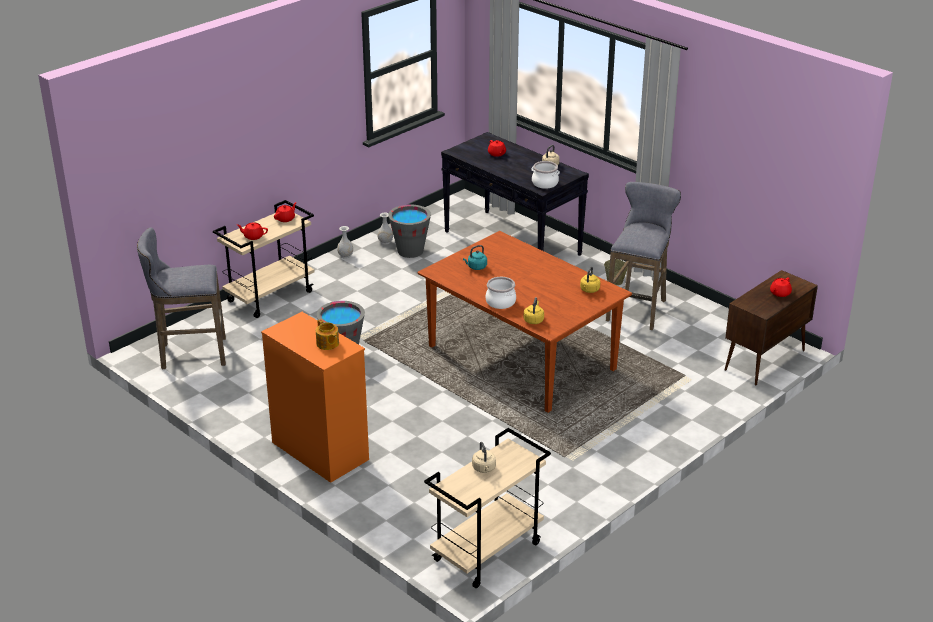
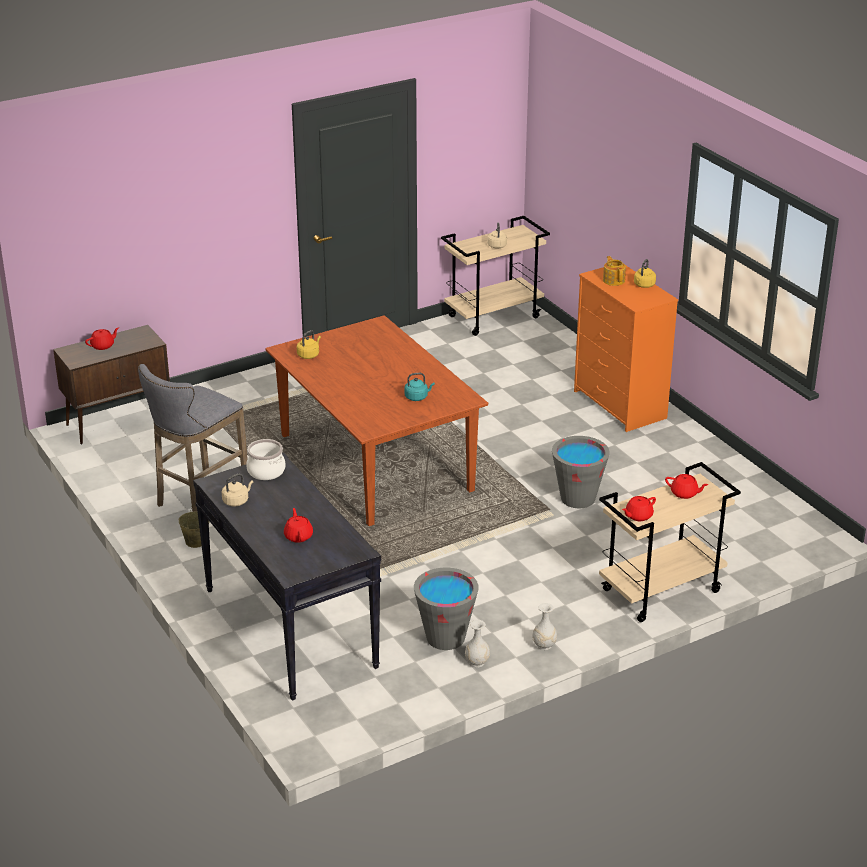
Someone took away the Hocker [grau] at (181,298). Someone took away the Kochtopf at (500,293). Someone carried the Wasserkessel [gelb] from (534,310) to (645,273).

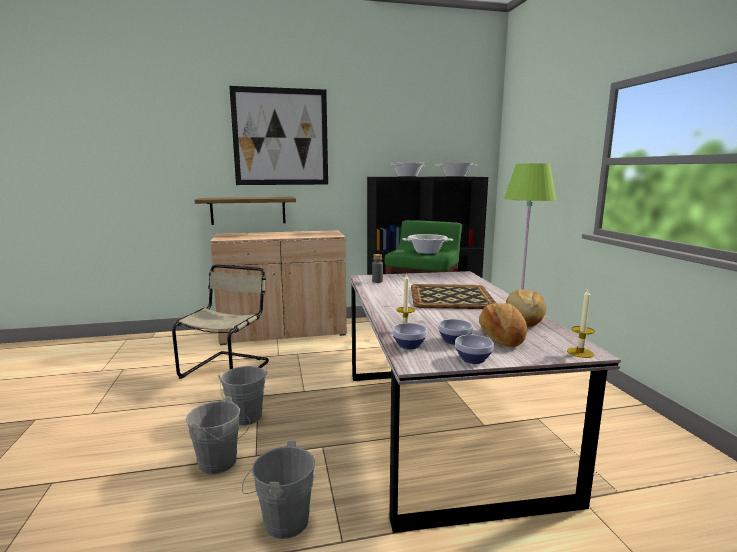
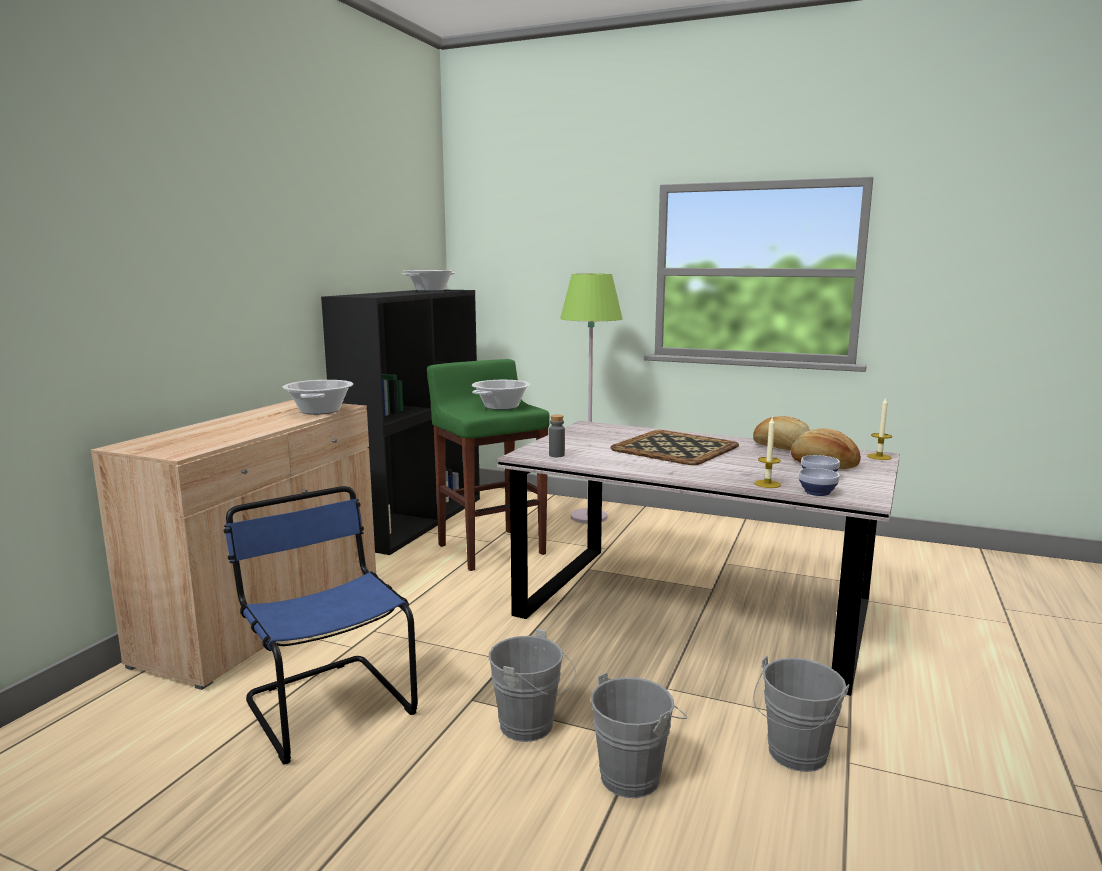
Someone took away the Wandregal at (245,211). Someone took away the Bild at (278,135). Someone took away the Schüssel at (474,349). Someone carried the Kochtopf from (407,170) to (318,397). Someone repainted the Stuhl [beige] at (220,322), which became the Stuhl [blau] at (321,625).

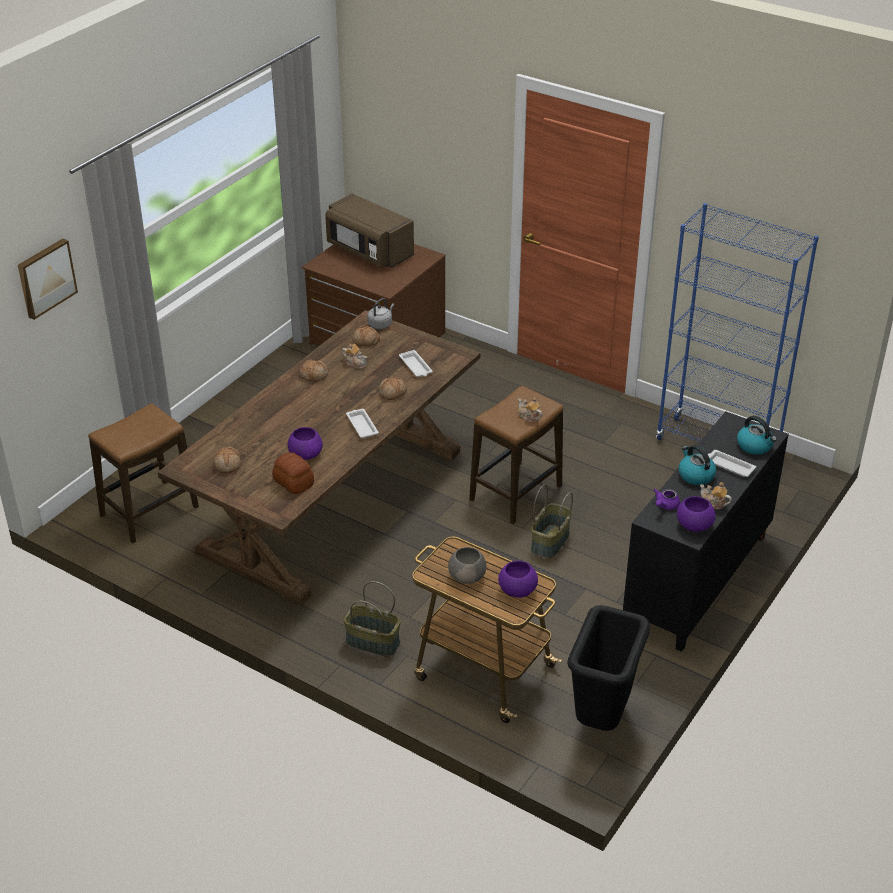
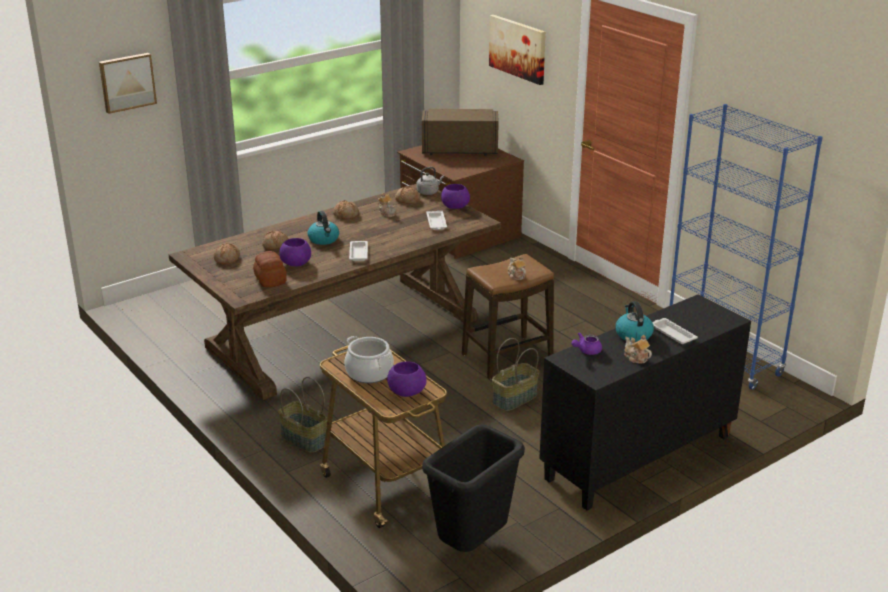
Someone took away the Hocker at (144,473). Someone put up the Bild at (517,50). Someone carried the Brot from (393,388) to (275,240). Someone carried the Schüssel [lila] from (696,514) to (455,196). Someone carried the Wasserkessel from (757,435) to (323,228). Someone swapped the Schüssel [grau] at (467,565) for the Kochtopf at (369,359). Someone rotated the Mikrowelle [braun] at (369,231) by 120 degrees clockwise.

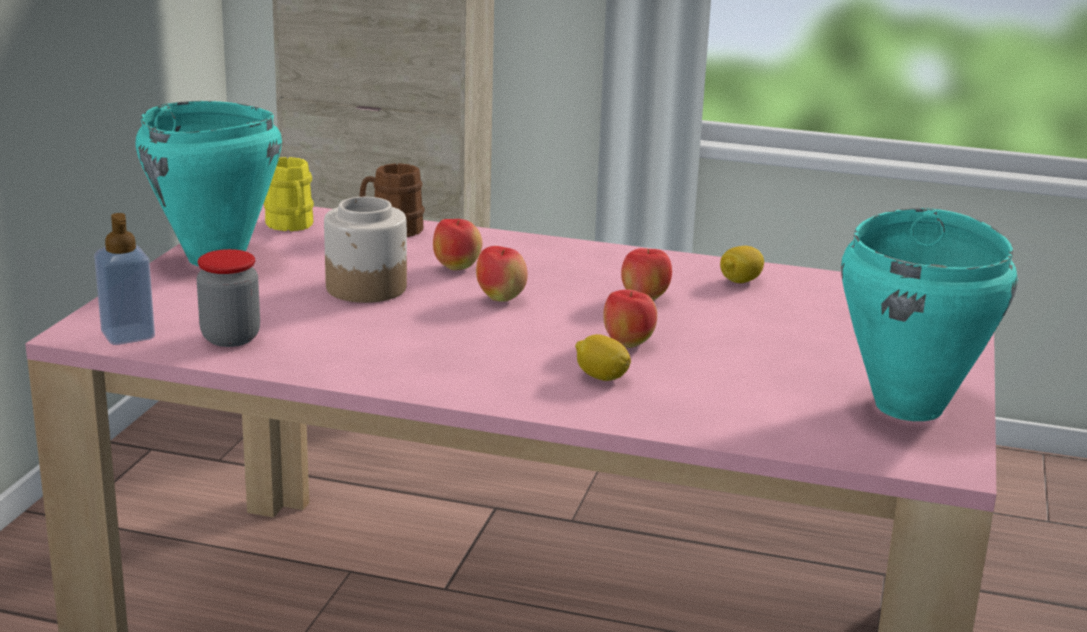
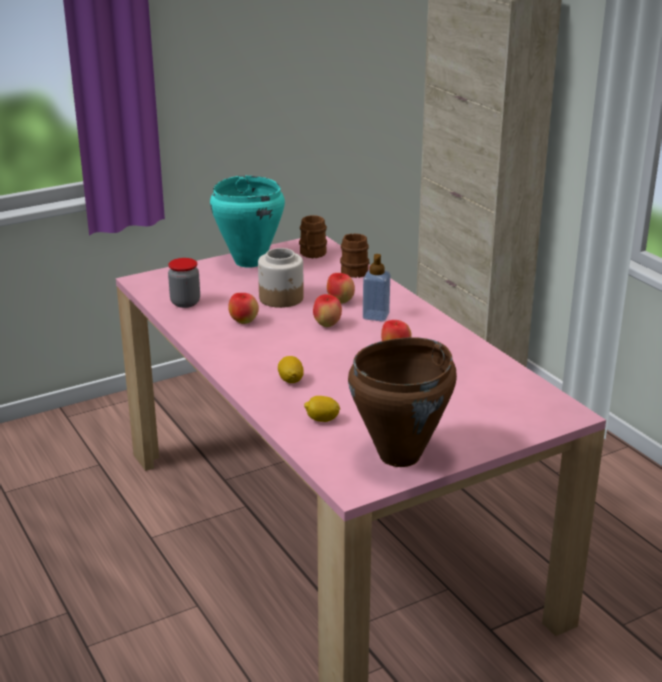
Someone carried the Seifenspender from (124,279) to (376,287). Someone carried the Apfel from (630,319) to (243,308). Someone carried the Zitrone from (742,264) to (322,409). Someone repainted the Henkelbecher [gelb] at (289,194), which became the Henkelbecher [braun] at (313,236). Someone repainted the Kochtopf [türkis] at (929,314), which became the Kochtopf [braun] at (402,402).

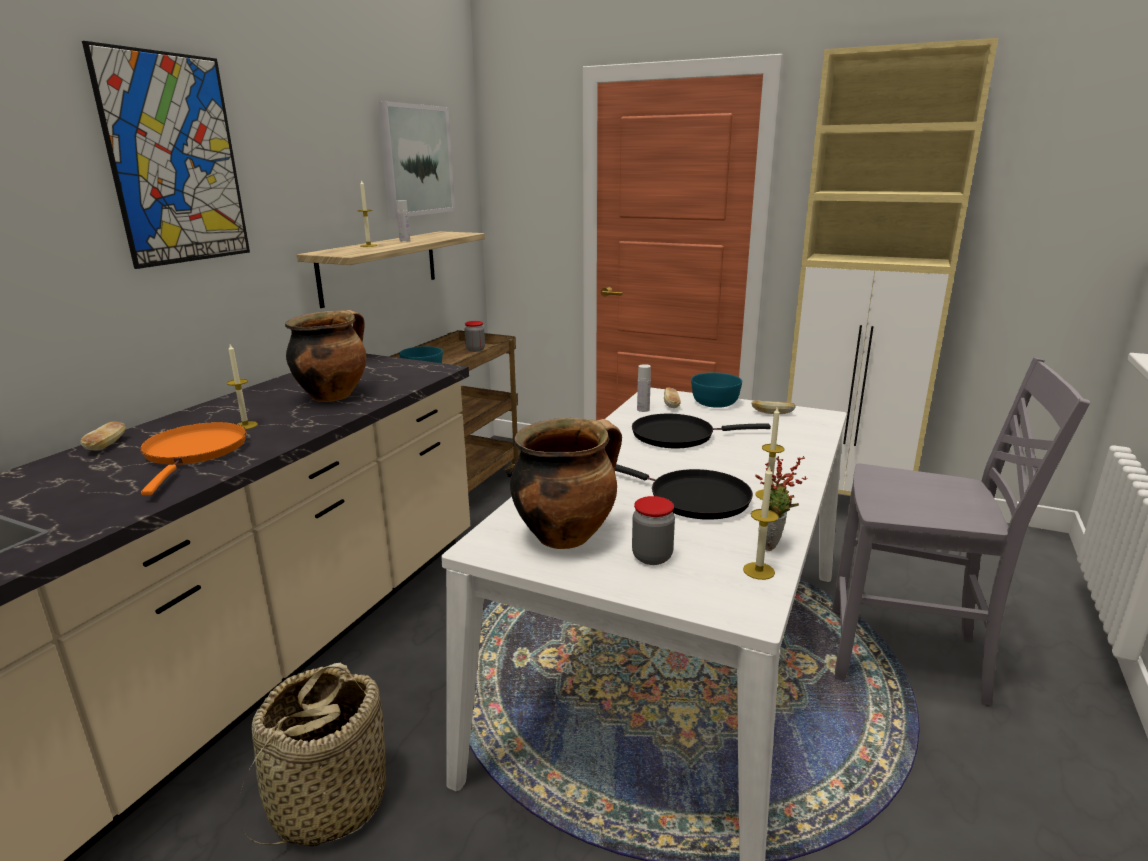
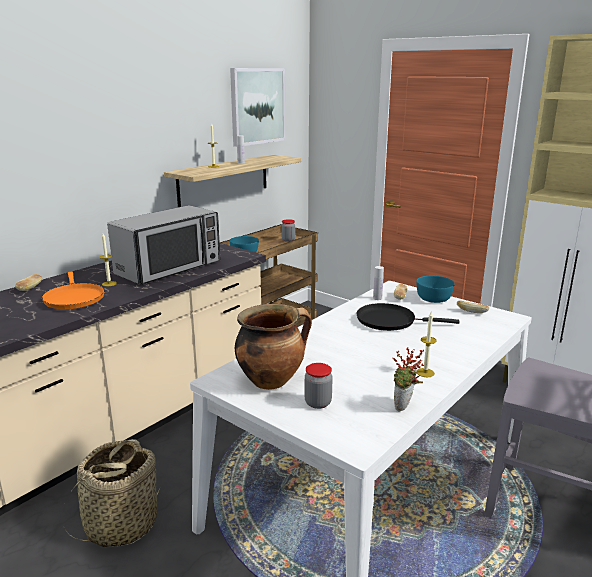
Someone took away the Bild at (166,155). Someone took away the Pfanne [schwarz] at (684,492). Someone took away the Kerze at (761,522). Someone swapped the Kochtopf at (325,356) for the Mikrowelle at (163,245). Someone rotated the Pfanne [orange] at (193,459) by 150 degrees clockwise.

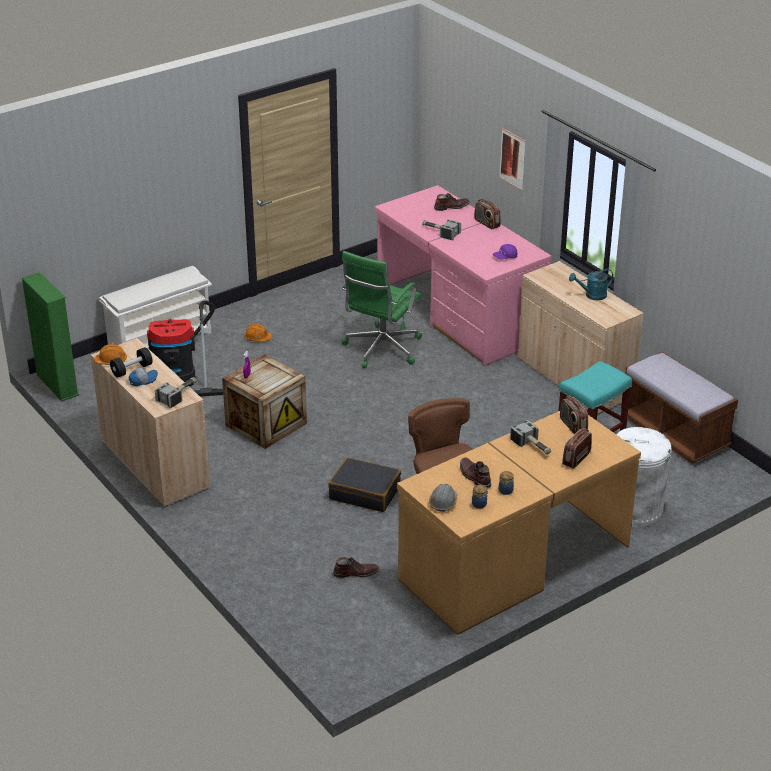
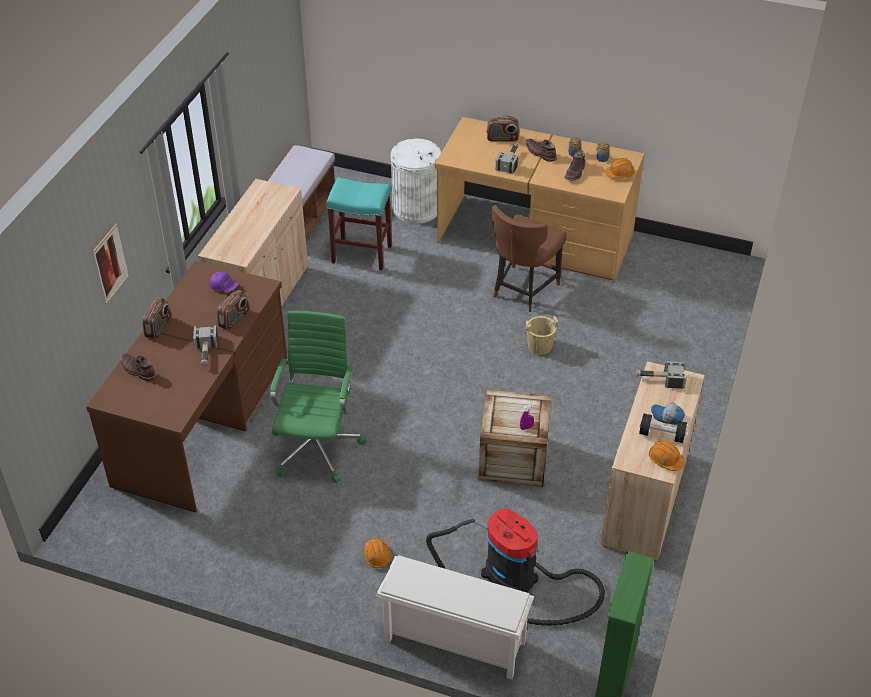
Someone took away the Gießkanne [türkis] at (591,284). Someone carried the Stiefel [braun] from (356,567) to (541,150). Someone carried the Radio from (574,415) to (233,310). Someone swapped the Koffer [schwarz] at (365,485) for the Eimer [beige] at (541,335). Someone repainted the Schreibtisch [rosa] at (463,275), which became the Schreibtisch [braun] at (187,386). Someone repainted the Schutzhelm [grau] at (443,498), which became the Schutzhelm [orange] at (620,168). Someone rotated the Bürostuhl [grün] at (381,309) by 75 degrees counterclockwise.

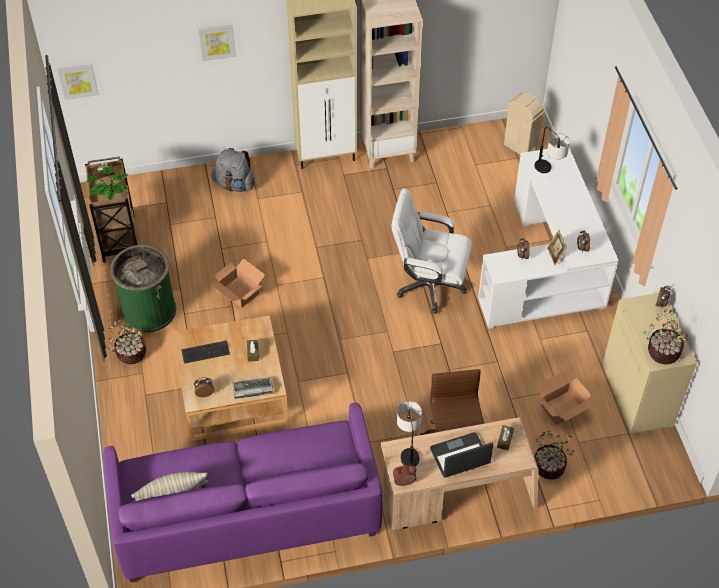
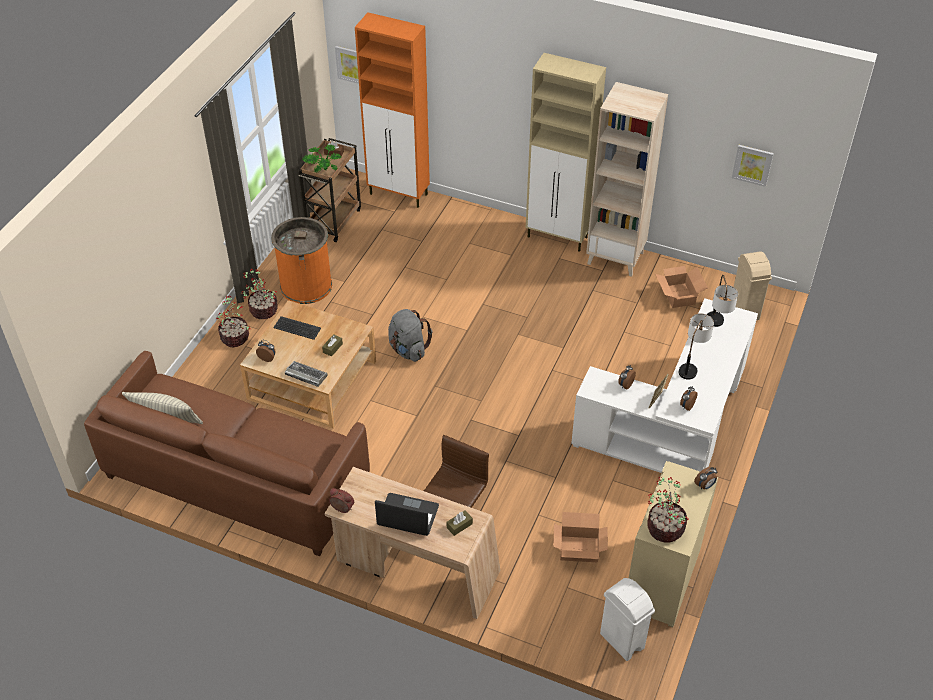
Someone took away the Bürostuhl [weiß] at (431,251). Someone put down the Schrank [orange] at (392,110). Someone put down the Mülleimer [weiß] at (627,619). Someone carried the Bild from (217,43) to (753,166). Someone carried the Rucksack [grau] from (233,170) to (410,335). Someone carried the Karton from (238,283) to (681,287). Someone carried the Tischlampe from (409,433) to (696,346). Someone carried the Topfpflanze from (554,455) to (233,322). Someone repainted the Sofa [lila] at (243,492), which became the Sofa [braun] at (227,453). Someone repainted the Mülleimer [grün] at (143,289), which became the Mülleimer [orange] at (301,260).

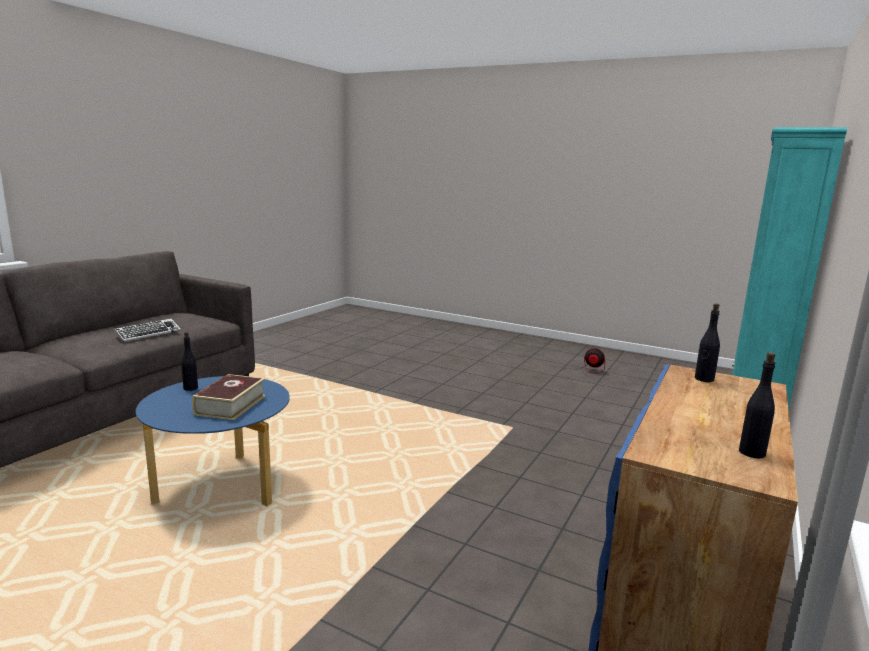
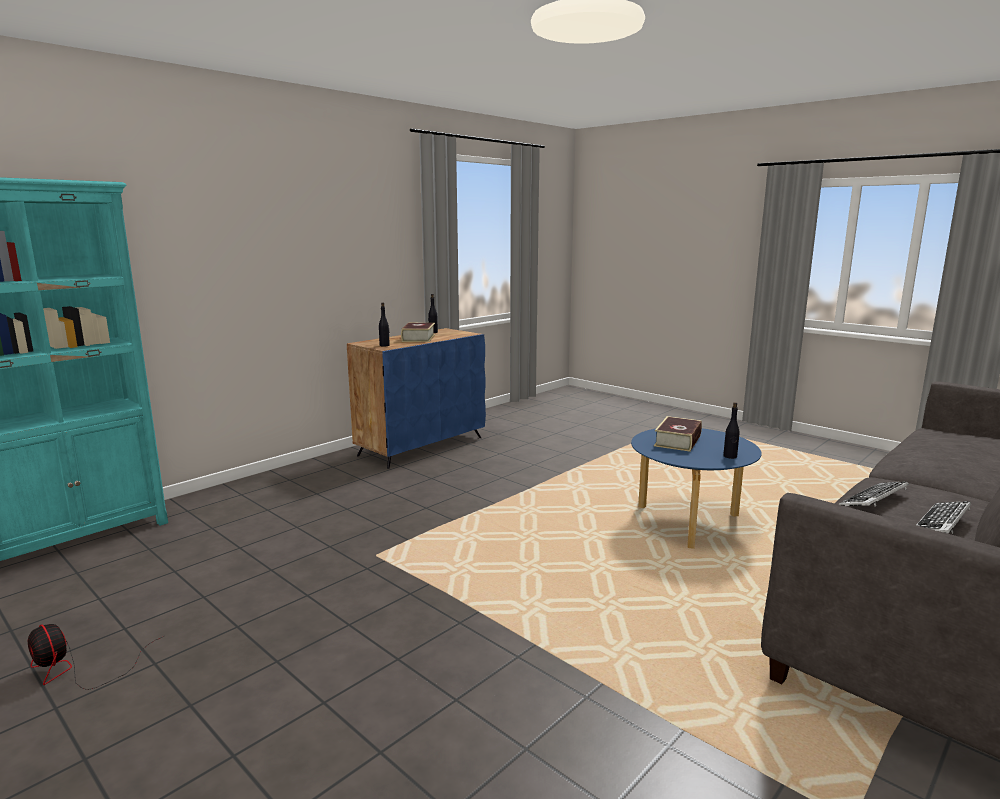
Someone put down the Buch at (418,332). Someone put down the Tastatur at (943,517).

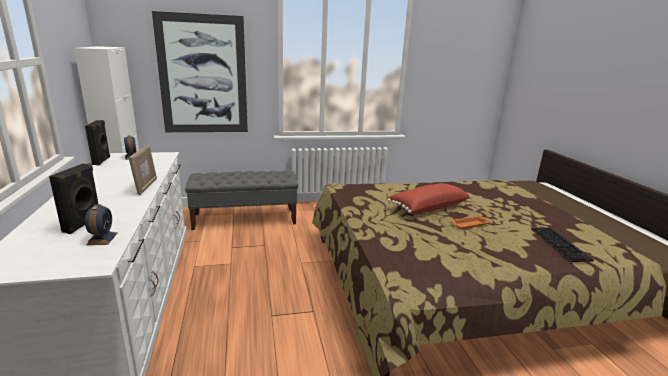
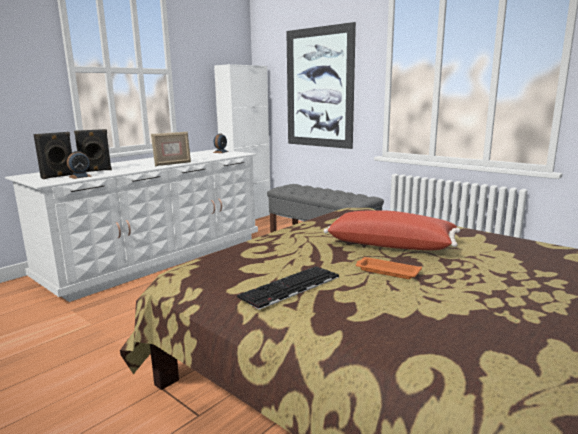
Someone carried the Lautsprecher [schwarz] from (97,143) to (53,155). Someone carried the Tastatur from (562,244) to (288,288).

